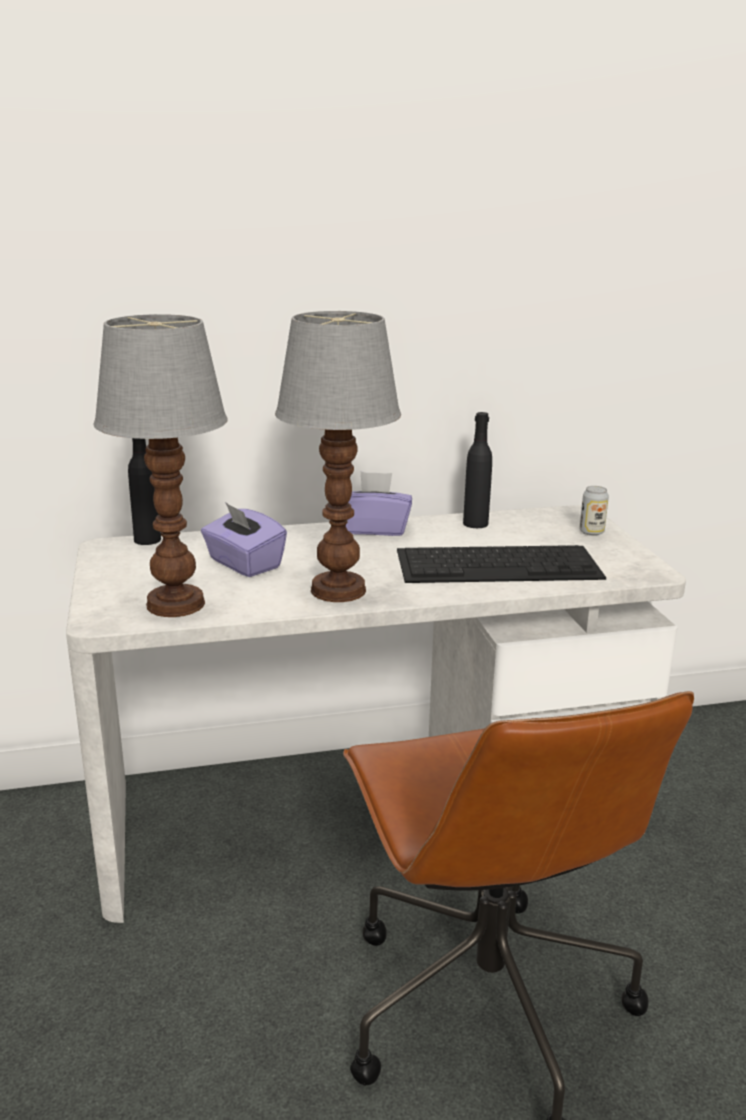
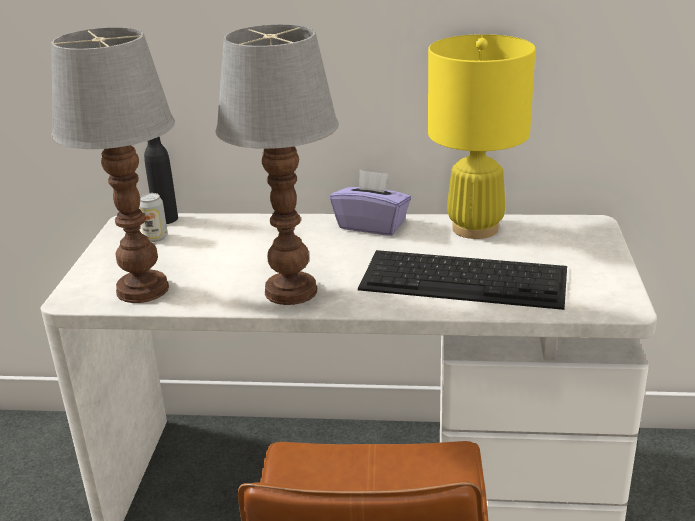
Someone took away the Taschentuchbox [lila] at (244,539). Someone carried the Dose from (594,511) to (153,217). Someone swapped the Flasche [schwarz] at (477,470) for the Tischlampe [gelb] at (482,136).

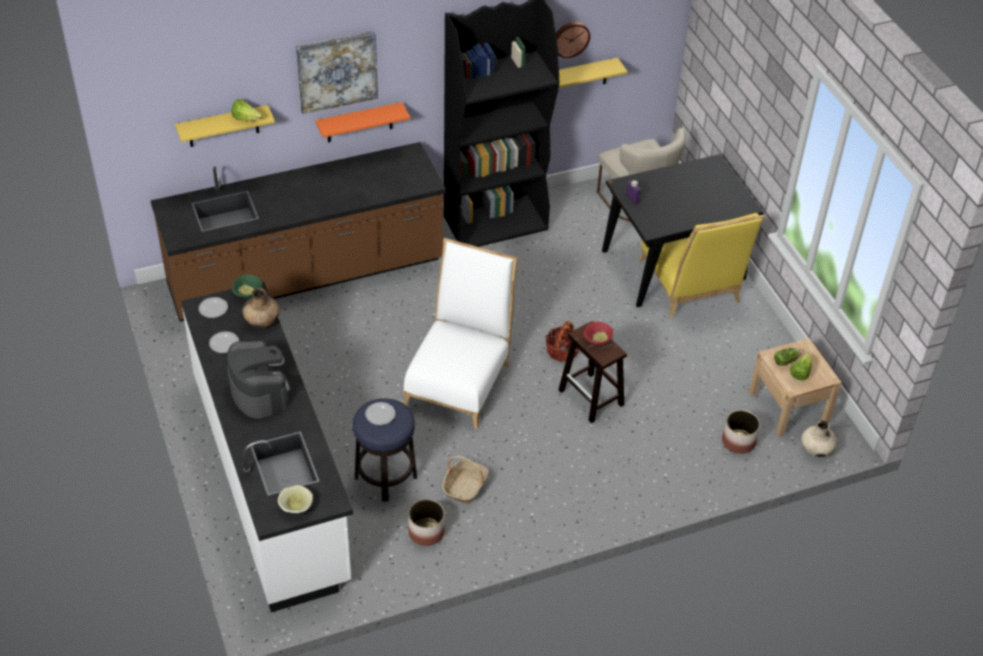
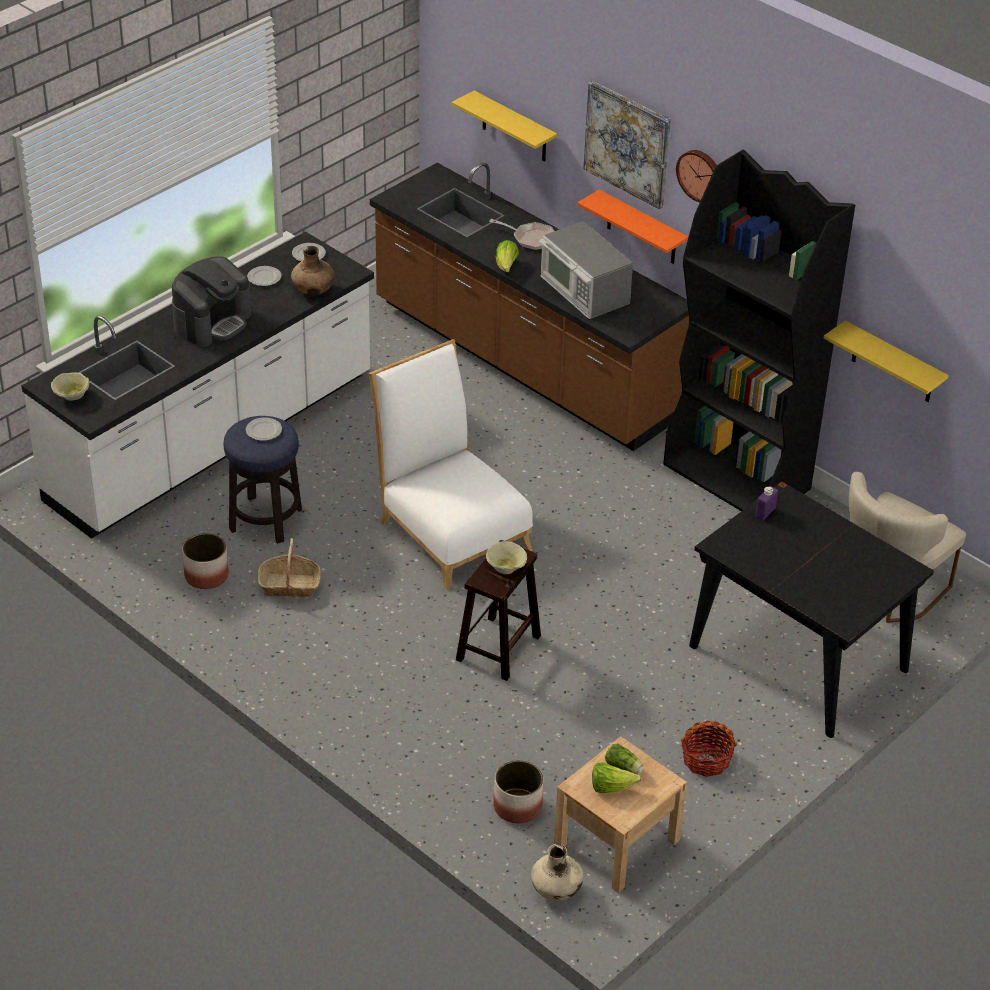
Someone took away the Schüssel [grün] at (247,286). Someone took away the Stuhl [gelb] at (701,265). Someone put down the Pfanne at (521,234). Someone put down the Mikrowelle at (586,270). Someone carried the Salatkopf from (247,110) to (507,256). Someone carried the Korb from (562,341) to (709,749). Someone carried the Wanduhr from (573,40) to (696,176). Someone repainted the Schüssel [rot] at (598,334), which became the Schüssel [beige] at (506,557). Someone rotated the Stuhl [weiß] at (460,333) by 120 degrees counterclockwise.

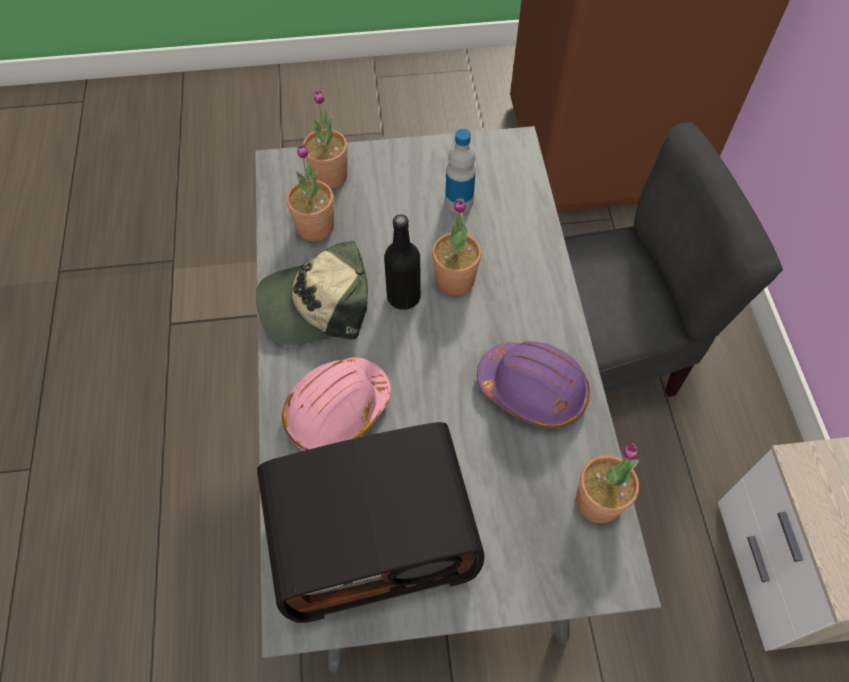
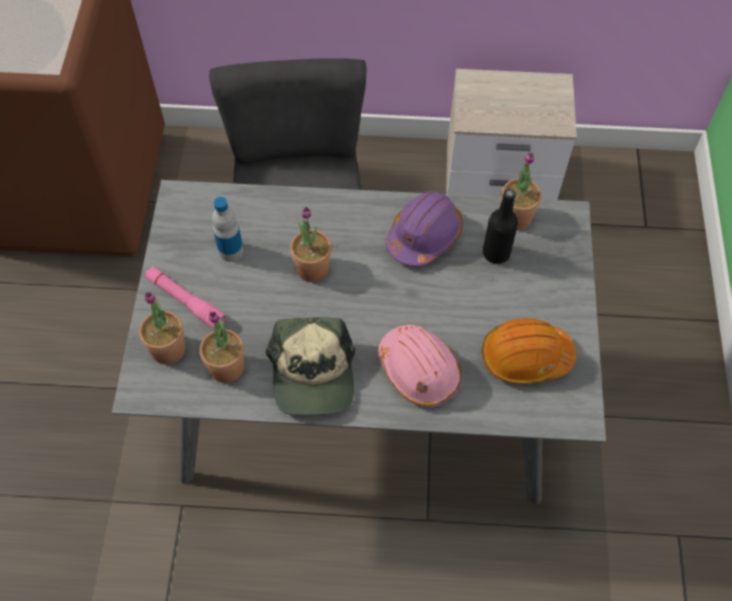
Someone put down the Taschenlampe [rosa] at (186,297). Someone carried the Flasche [schwarz] from (402,262) to (500,226). Someone swapped the Radio at (370,522) for the Schutzhelm [orange] at (529,351).

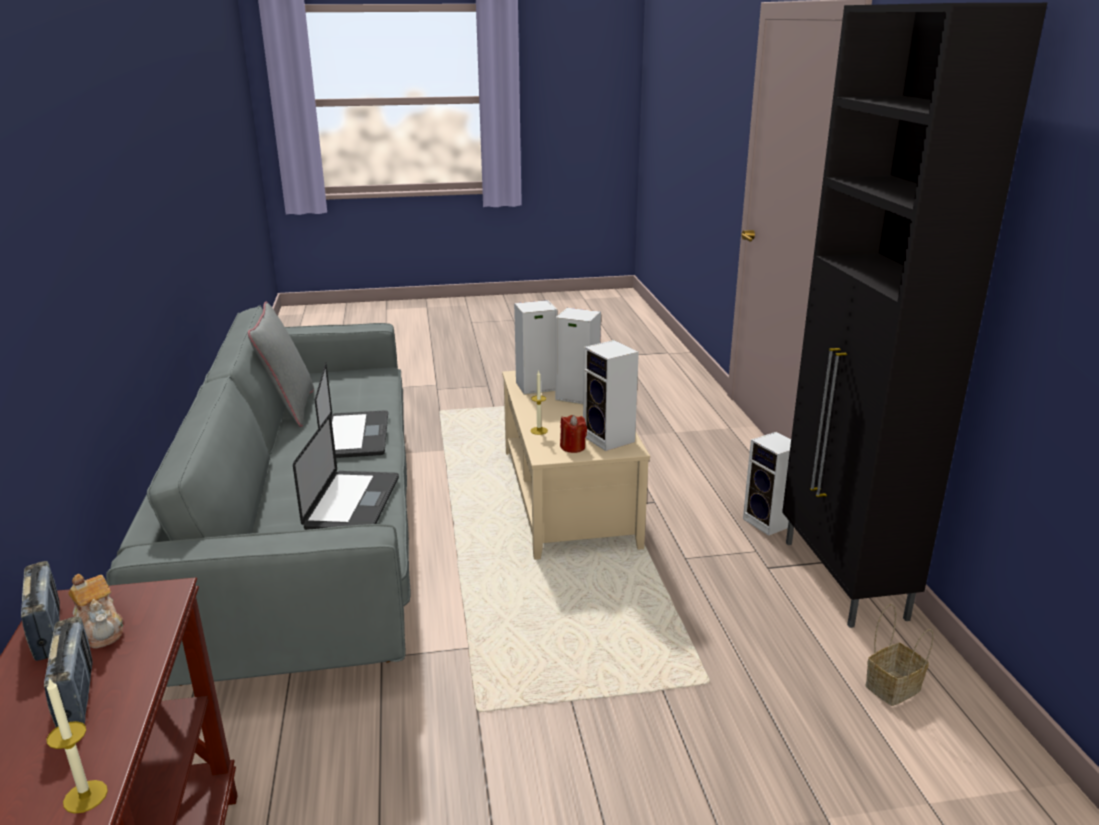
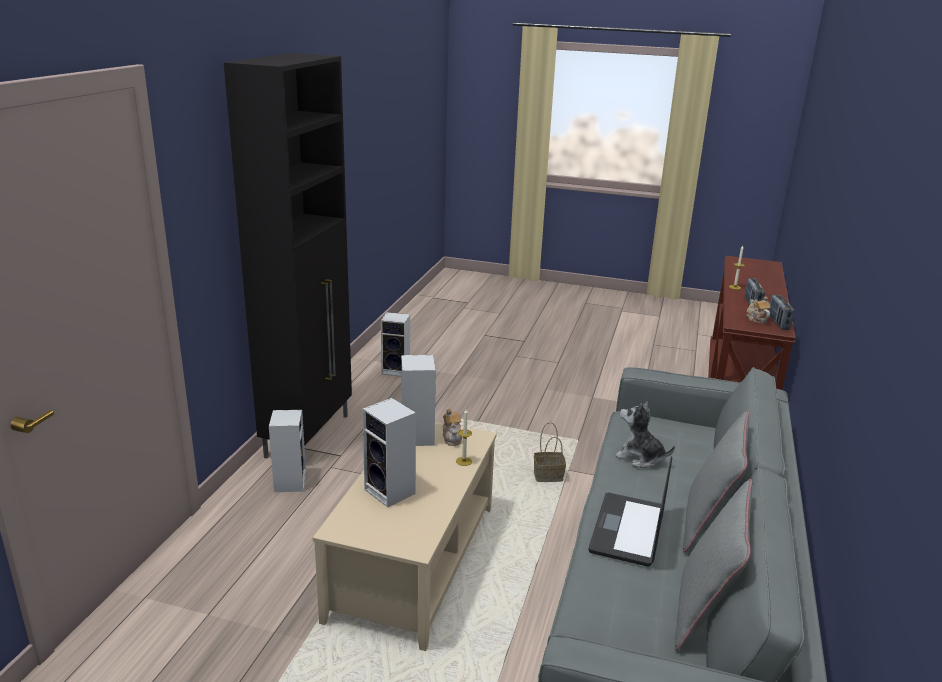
Someone put down the Kissen [grau] at (716,481). Someone carried the Lautsprecher from (535,347) to (395,344). Someone carried the Korb from (899,655) to (550,452). Someone swapped the Laptop at (346,472) for the Plüschtier at (645,434). Someone swapped the Kerze [rot] at (573,434) for the Teekanne at (452,427).

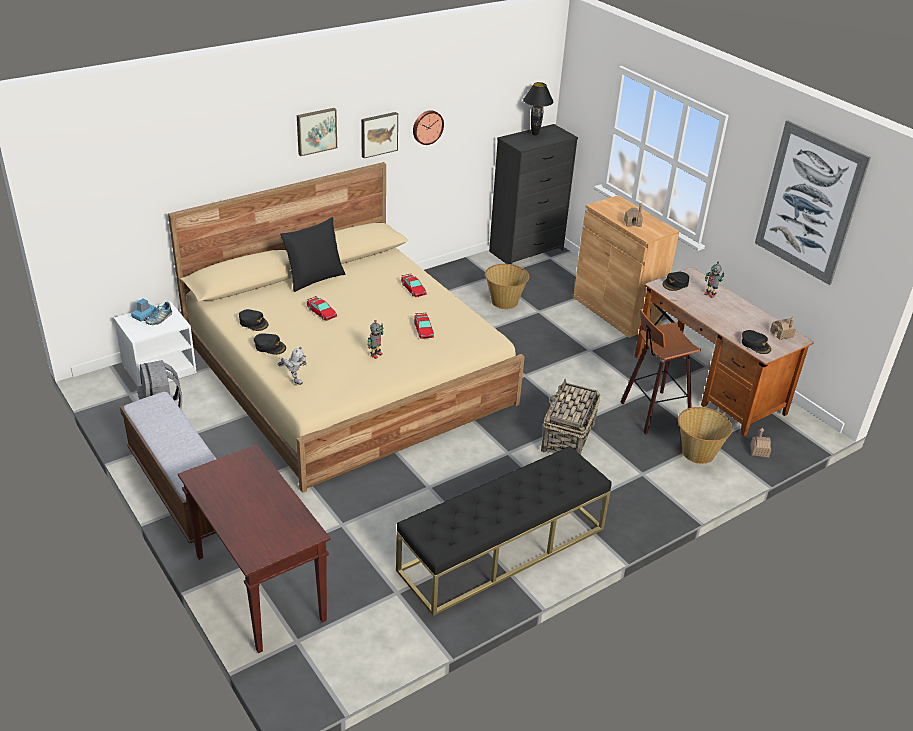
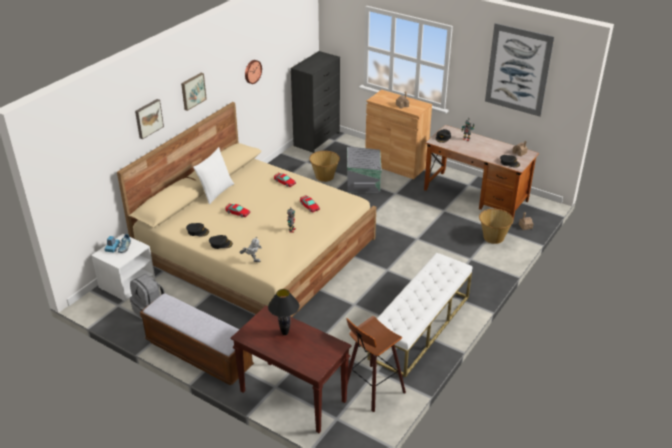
Someone took away the Korb at (571,417). Someone put down the Aufbewahrungsbox [grau] at (364,170). Someone carried the Bild from (379,135) to (149,119). Someone carried the Tischlampe [schwarz] from (538,109) to (283,312). Someone carried the Hocker from (660,372) to (376,364). Someone repainted the Kissen [schwarz] at (313,254), which became the Kissen [weiß] at (213,175). Someone repainted the Bank [schwarz] at (504,531), which became the Bank [weiß] at (419,314).

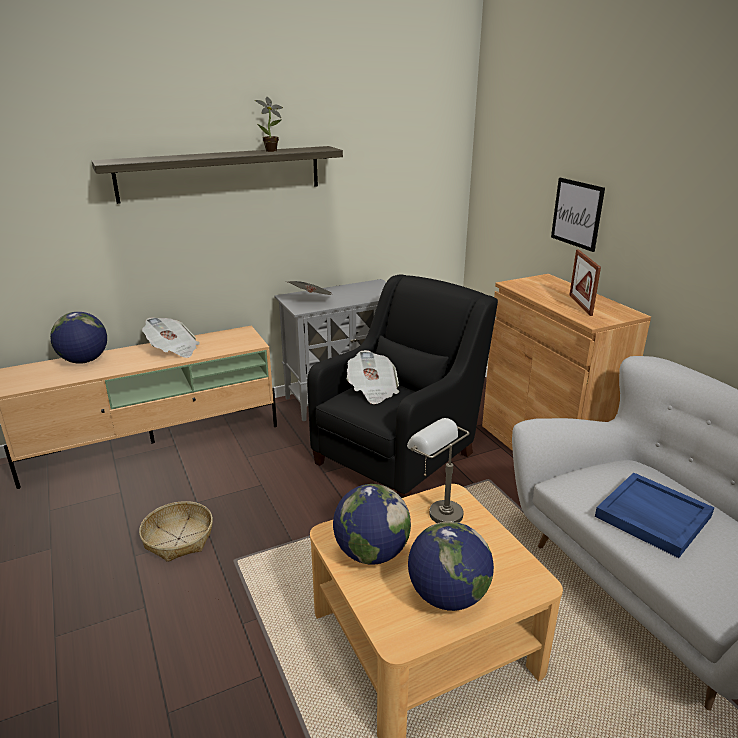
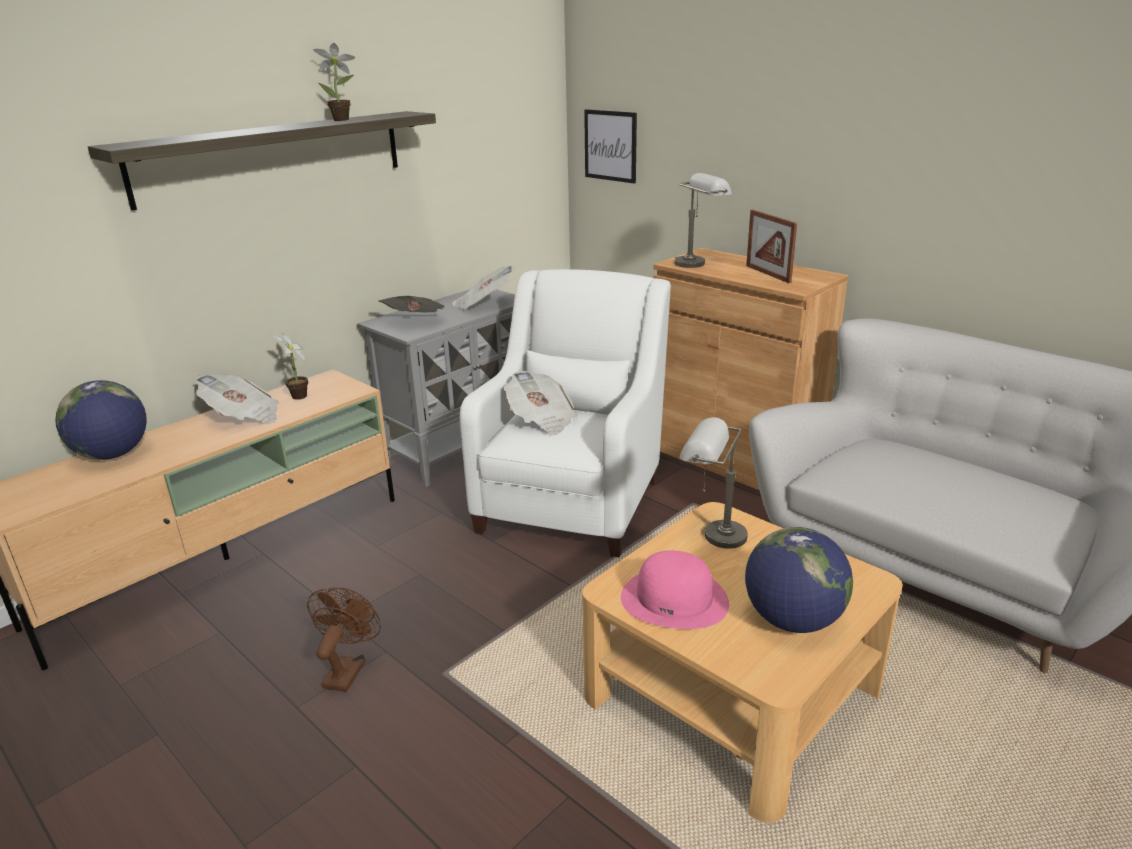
Someone took away the Tablett [blau] at (655,515). Someone put down the Topfpflanze at (290,366). Someone put down the Zeitung at (483,288). Someone put down the Tischlampe [grau] at (703,220). Someone carried the Bild from (578,215) to (610,146). Someone swapped the Korb at (176,531) for the Ventilator [braun] at (344,640). Someone swapped the Globus at (372,524) for the Hut [rosa] at (675,589). Someone repainted the Sessel [schwarz] at (402,386), which became the Sessel [weiß] at (565,413).

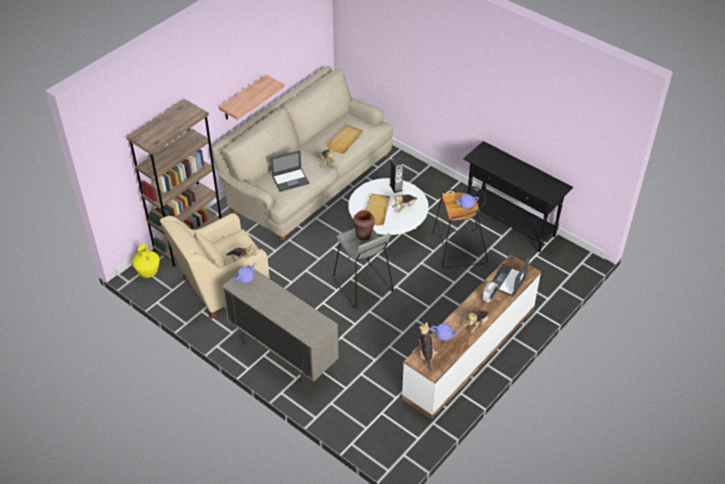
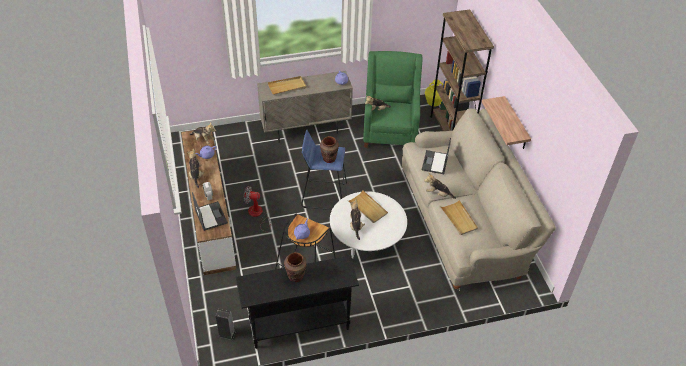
Someone put down the Ventilator at (257,209). Someone put down the Tablett [beige] at (287,85). Someone put down the Vase [braun] at (295,267). Someone carried the Lautsprecher from (396,175) to (225,324). Someone repainted the Sessel [beige] at (215,266), which became the Sessel [grün] at (392,99). Someone repainted the Hocker [grau] at (363,268), which became the Hocker [blau] at (324,170).

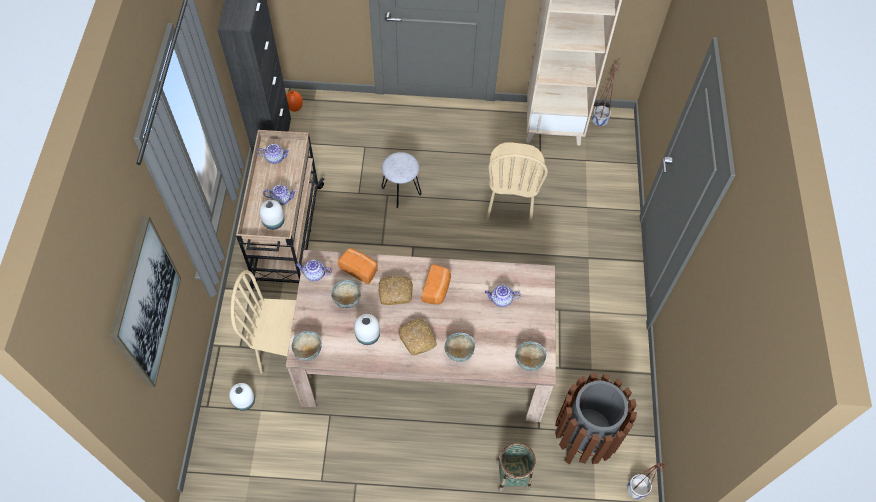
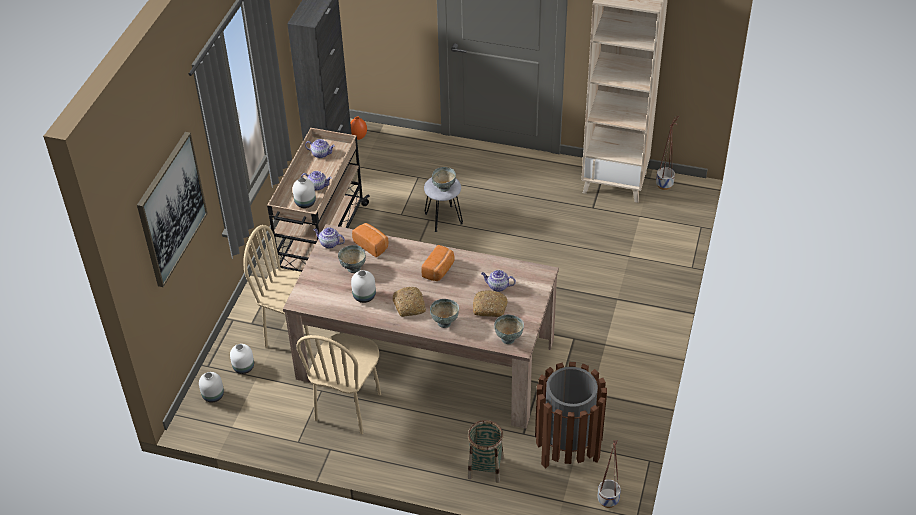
Someone put down the Vase [weiß] at (211,387). Someone carried the Schüssel [grau] from (307,346) to (444,179). Someone carried the Brot from (396,290) to (490,303). Someone carried the Stuhl [beige] from (517,184) to (338,383).

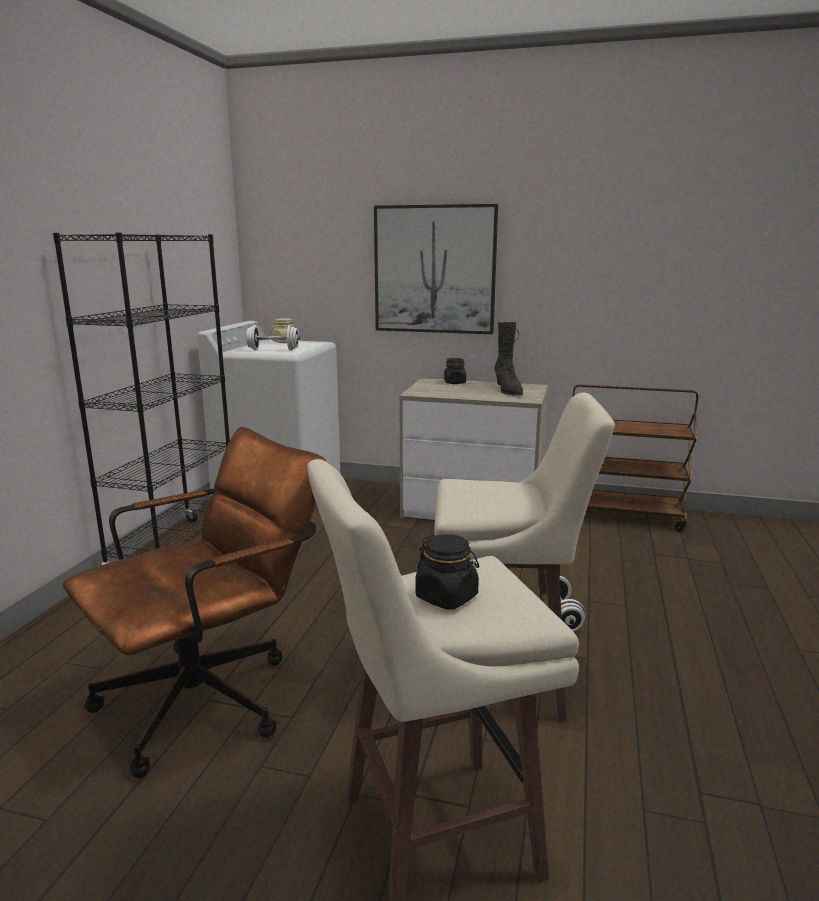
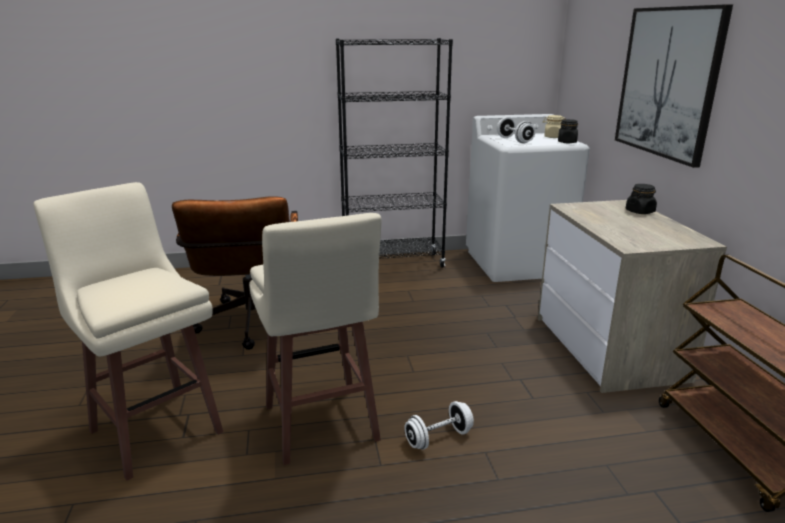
Someone took away the Stiefel [schwarz] at (508,358). Someone carried the Vorratsglas [schwarz] from (447,572) to (568,131). Someone rotated the Bürostuhl [braun] at (194,602) by 60 degrees clockwise.

